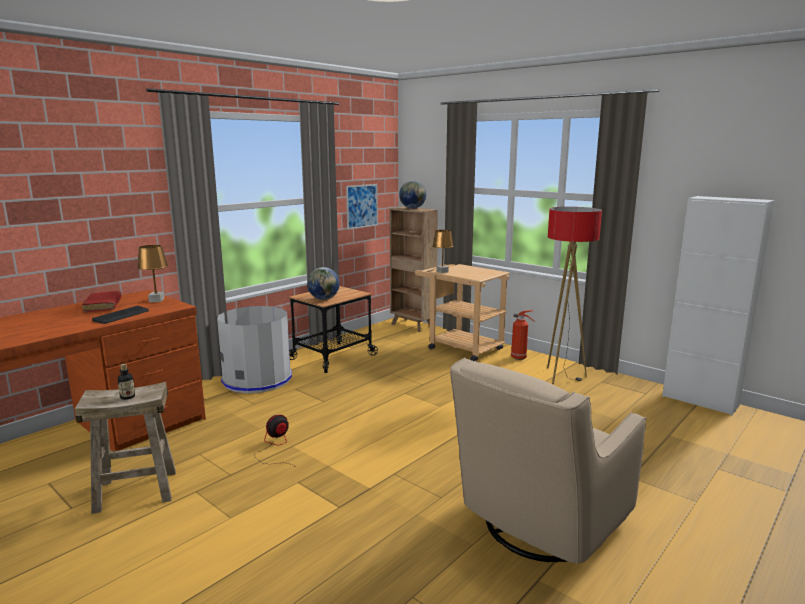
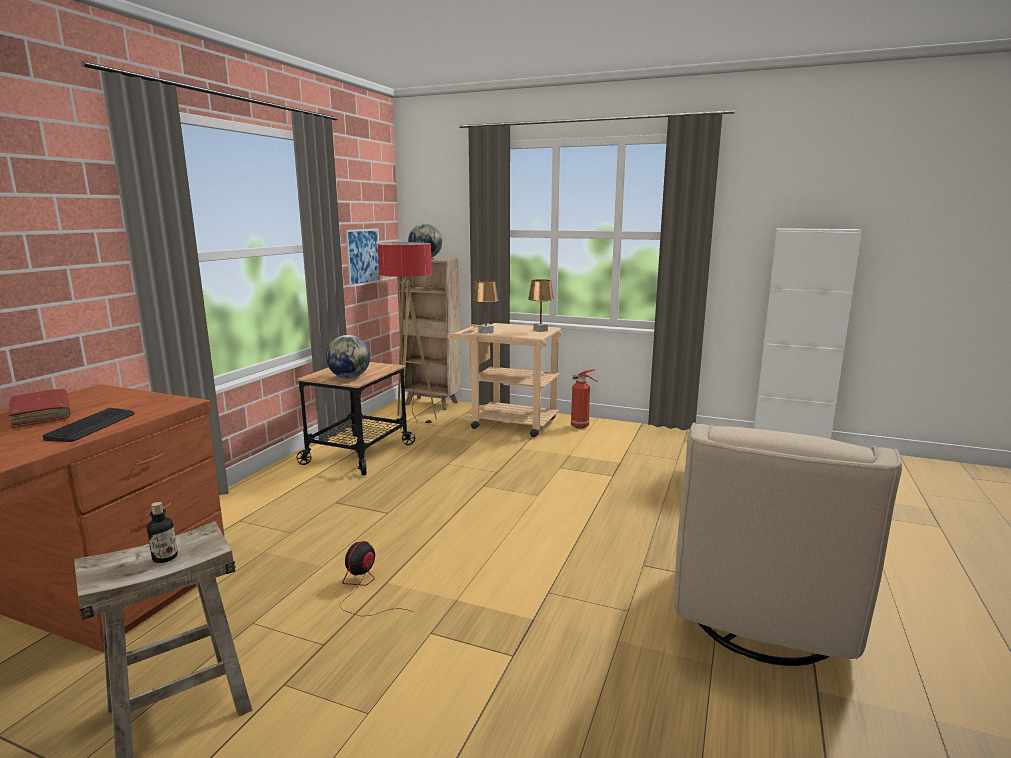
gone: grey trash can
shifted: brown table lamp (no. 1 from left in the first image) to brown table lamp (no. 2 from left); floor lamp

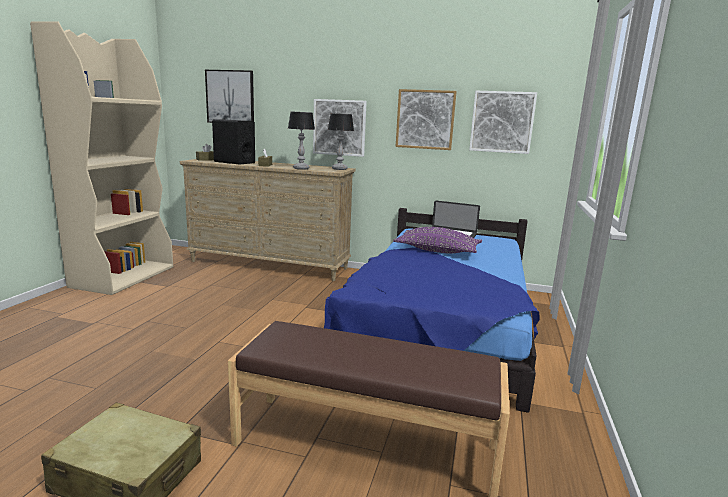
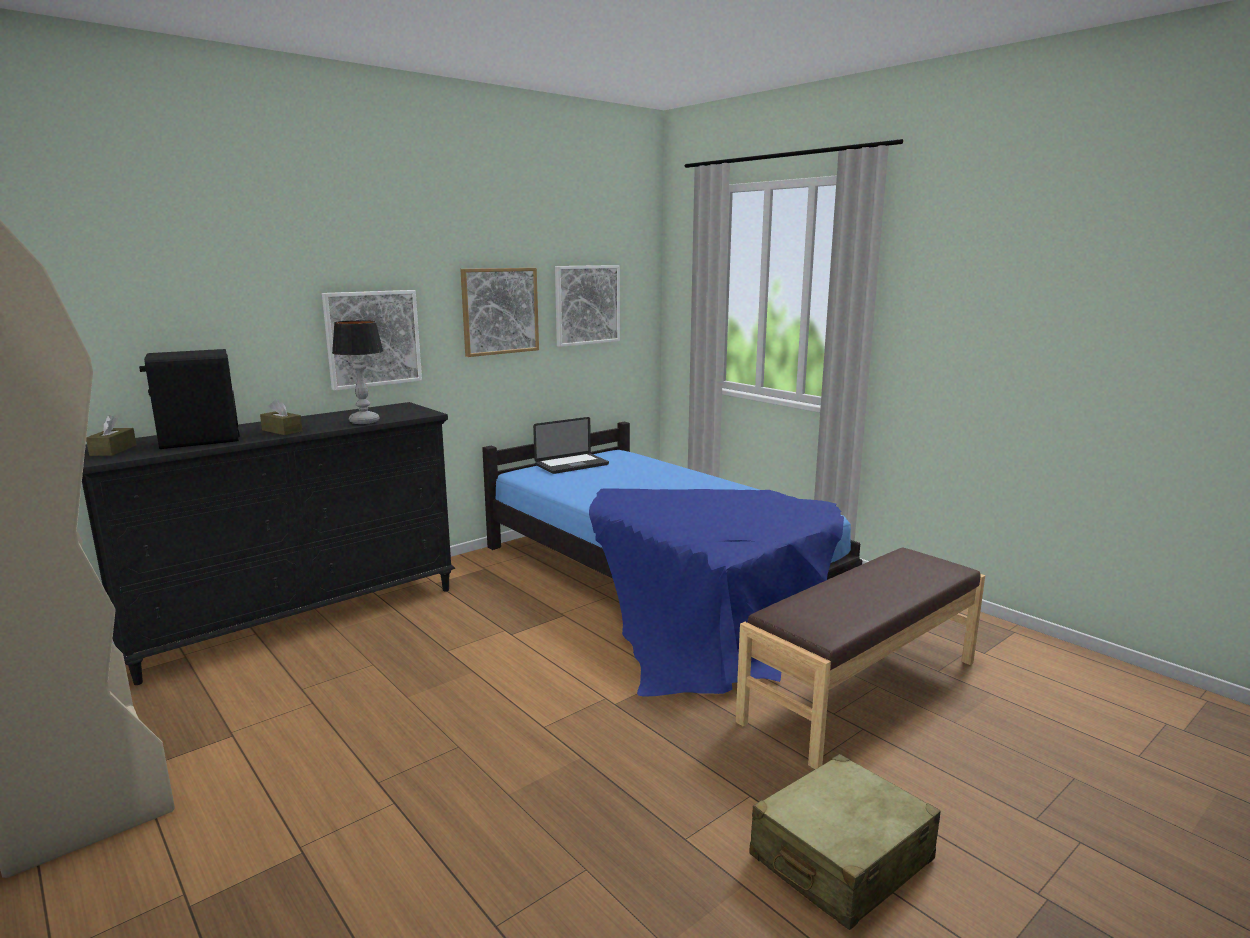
gone: picture (no. 1 from left); table lamp (no. 2 from left); purple pillow
repainted: beige dresser to black dresser

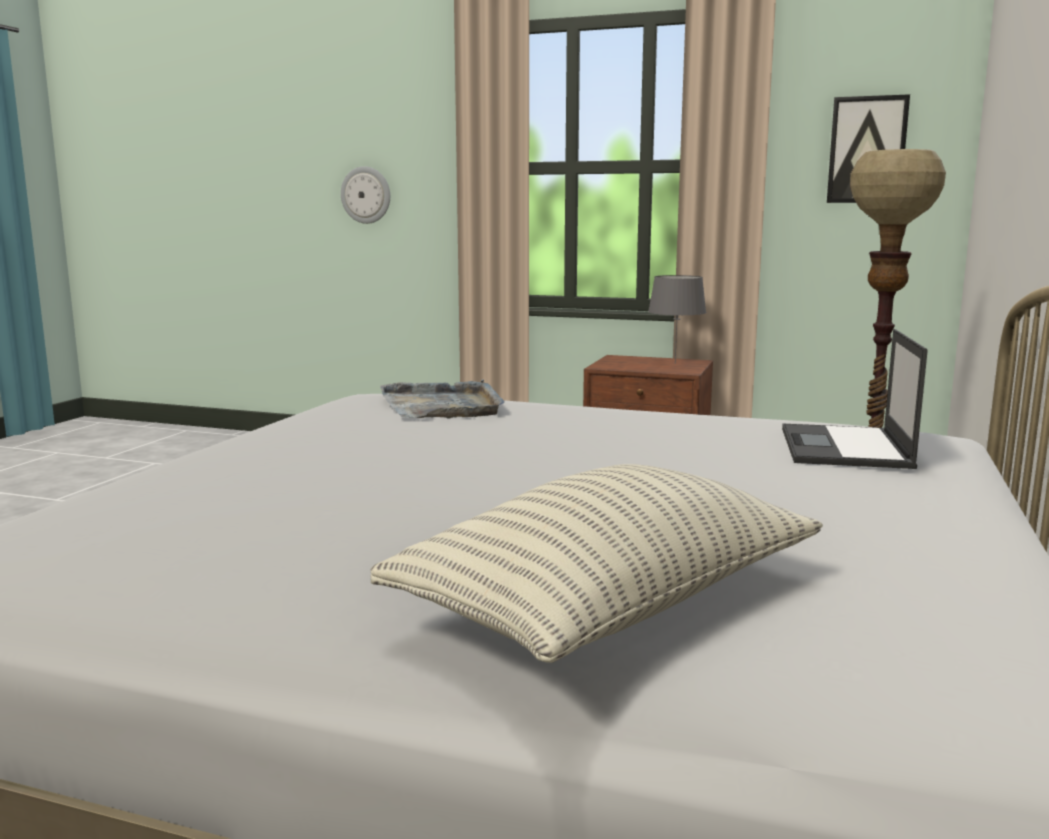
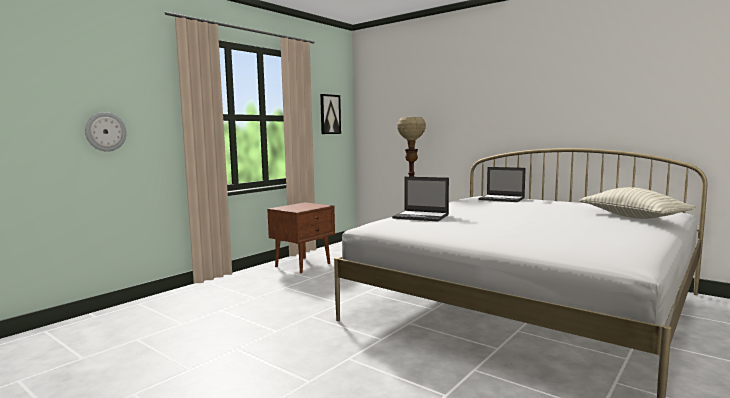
gone: grey table lamp
swapped: grey tray to laptop (no. 1 from left)

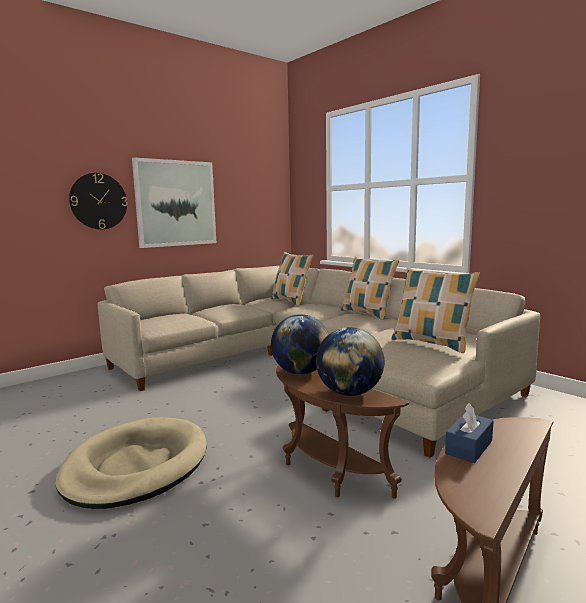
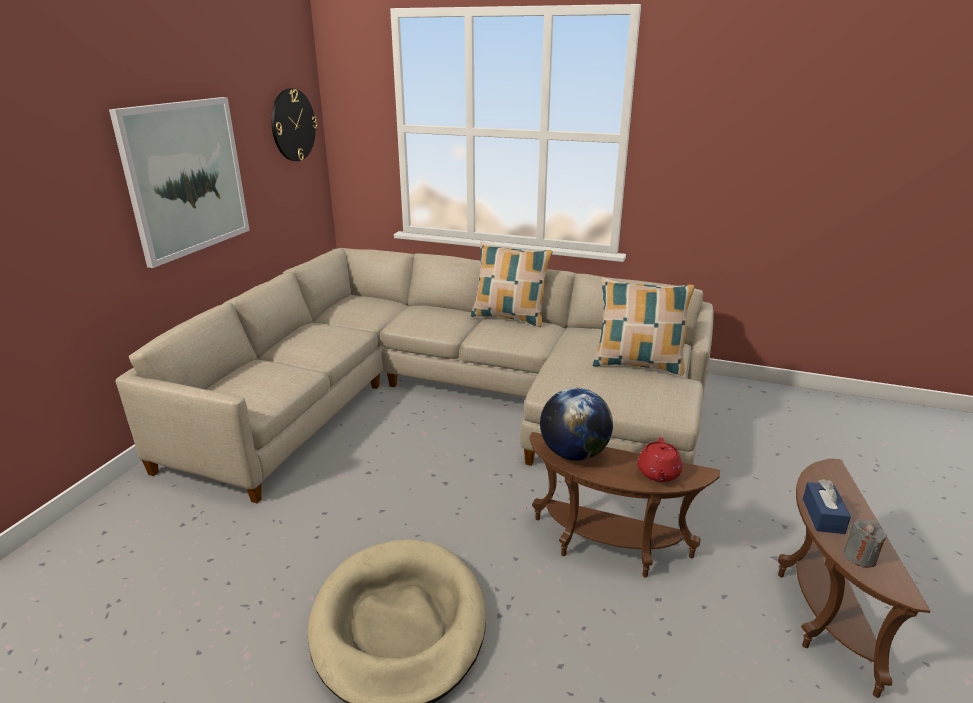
gone: pillow (no. 1 from left)
new: grey candle
shifted: wall clock
swapped: globe (no. 2 from left) to red teapot

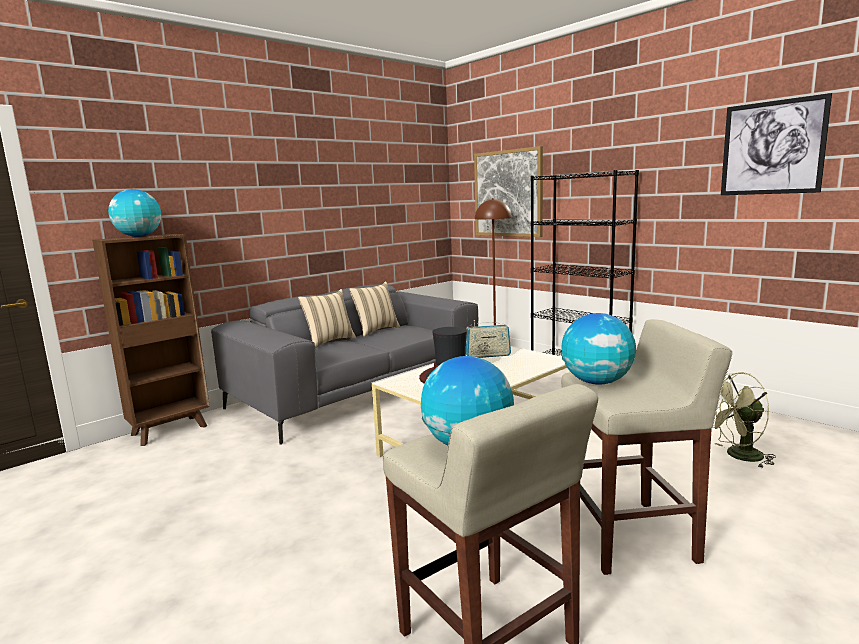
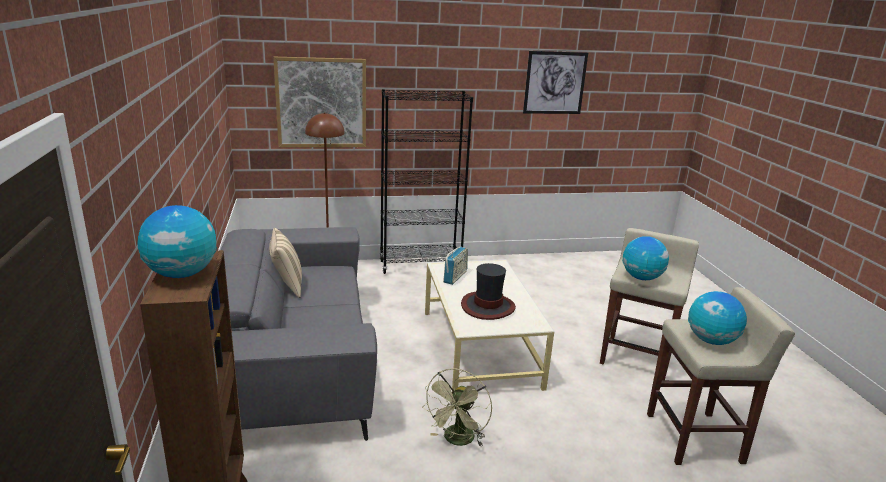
gone: beige pillow (no. 1 from left)
shifted: green fan

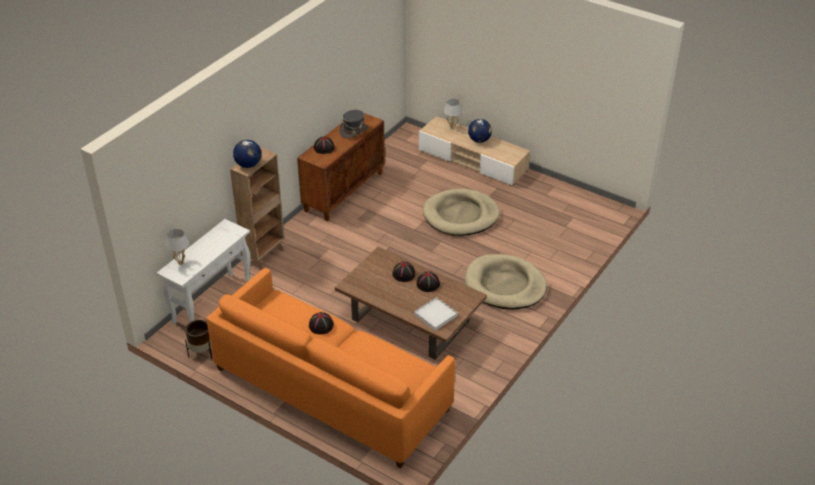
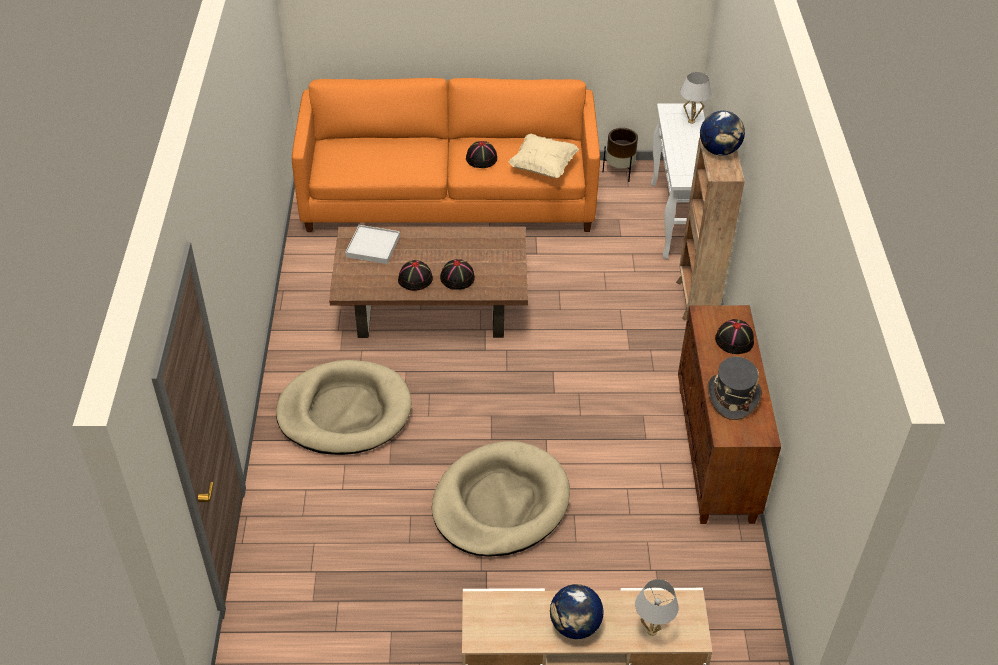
new: beige pillow

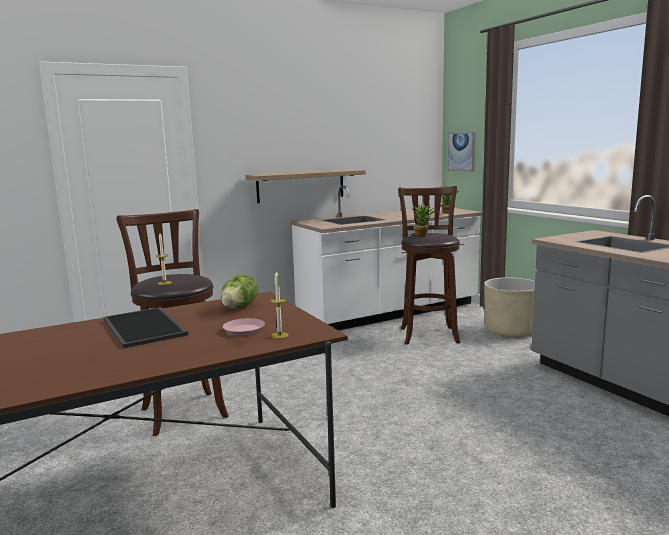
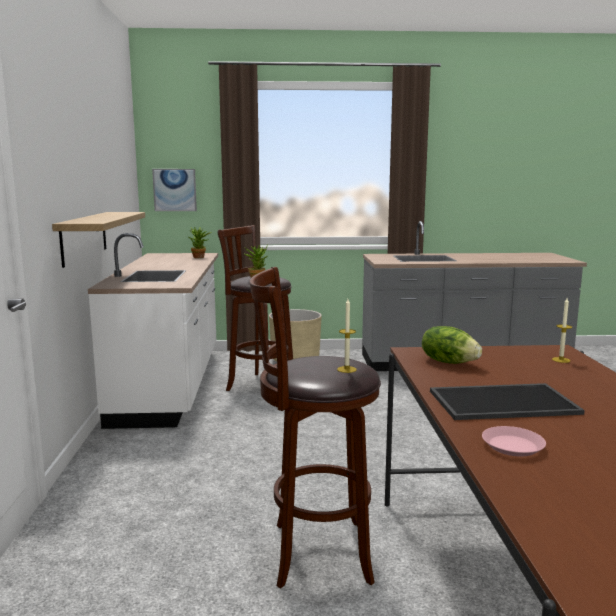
shifted: pink plate

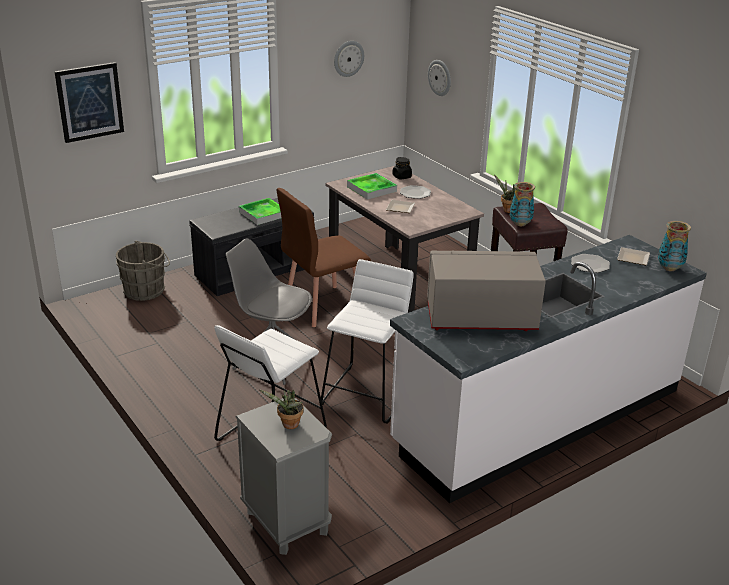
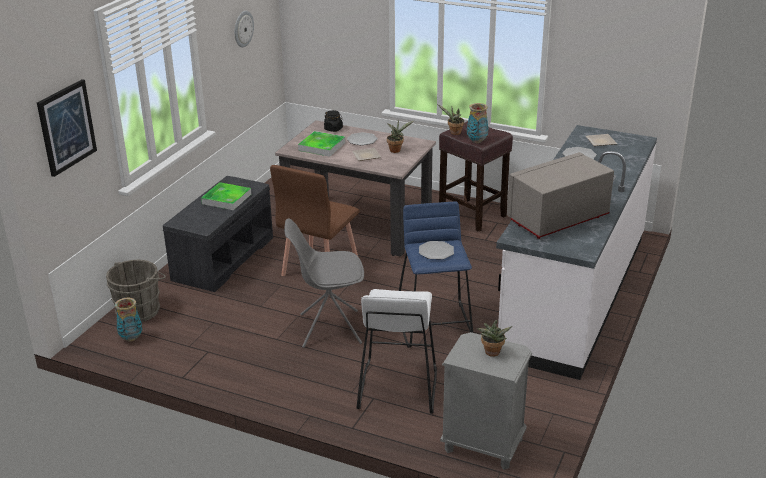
gone: wall clock (no. 2 from left)
new: potted plant (no. 1 from left); plate (no. 3 from left)
shifted: vase (no. 2 from left in the first image) to vase (no. 1 from left)
repainted: white stool (no. 2 from left) to blue stool

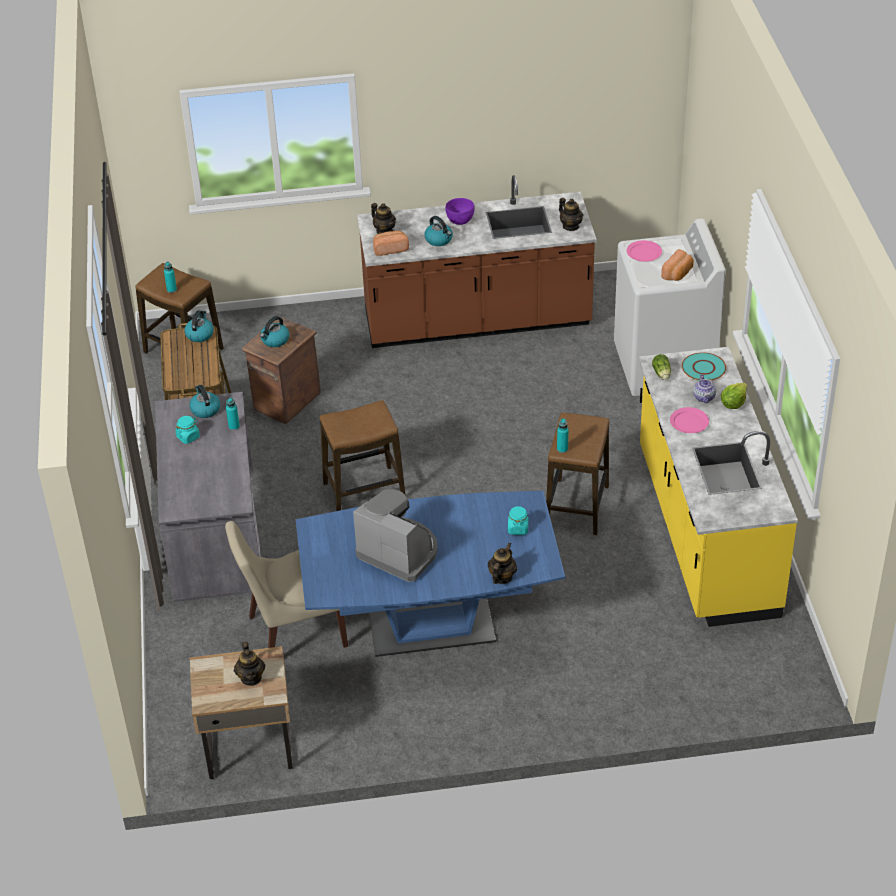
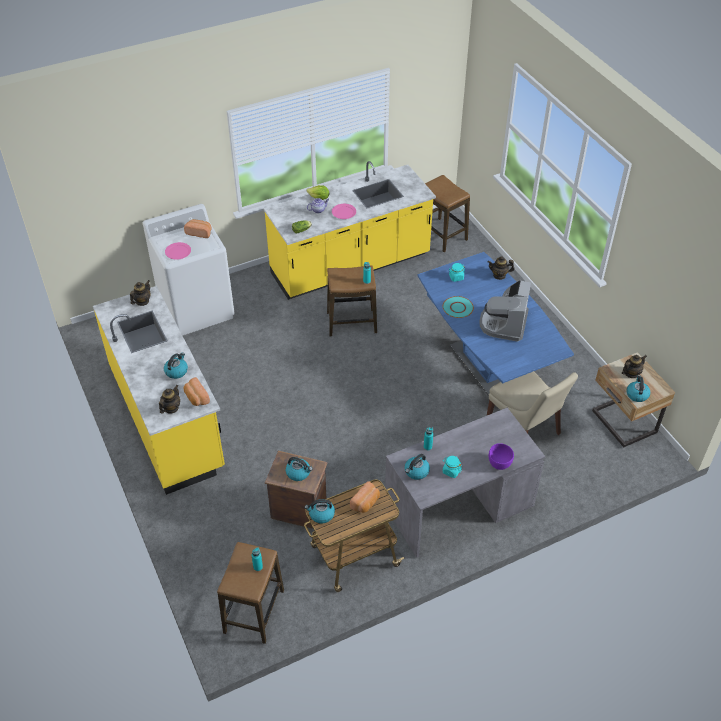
new: bread (no. 3 from left); kettle (no. 5 from left)
shifted: stool (no. 2 from left in the first image) to stool (no. 3 from left); purple bowl; turquoise plate
repainted: brown counter to yellow counter (no. 1 from left)

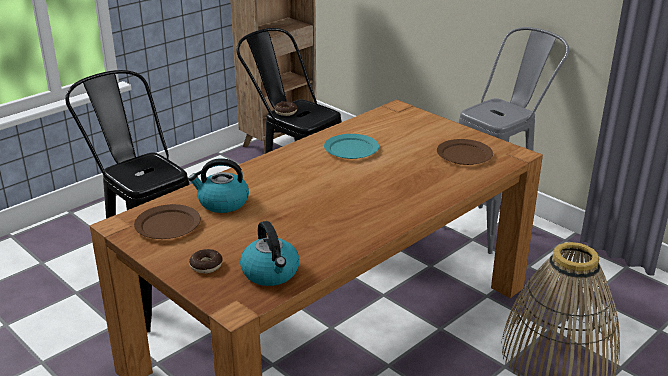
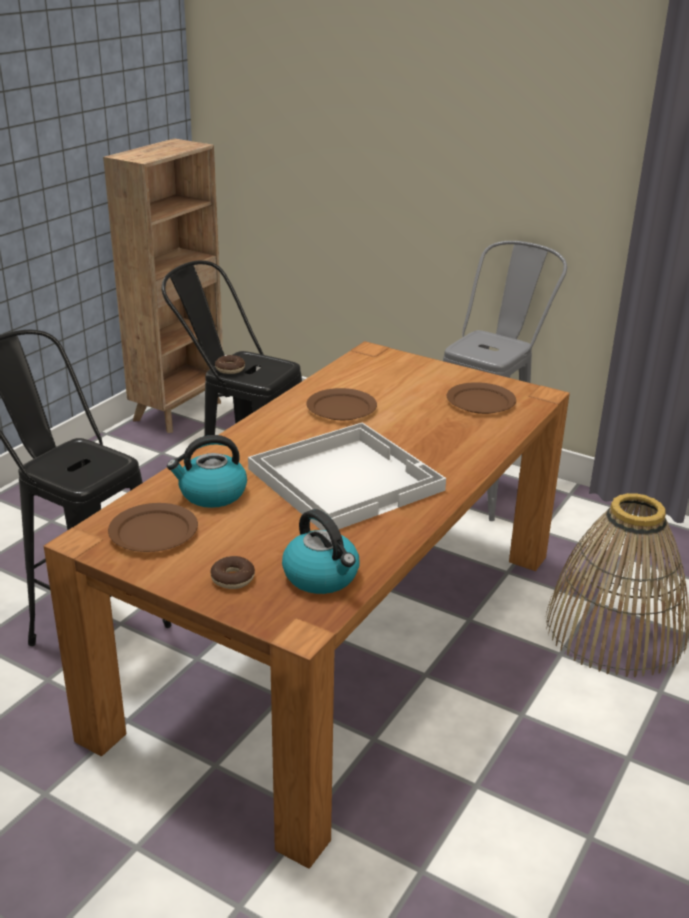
new: white tray
repainted: turquoise plate to brown plate (no. 2 from left)

